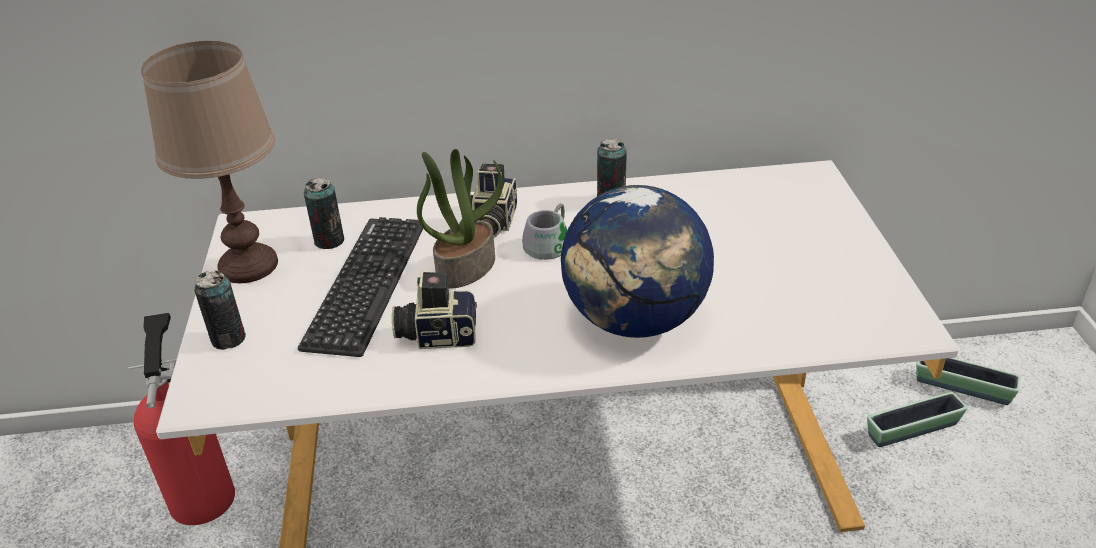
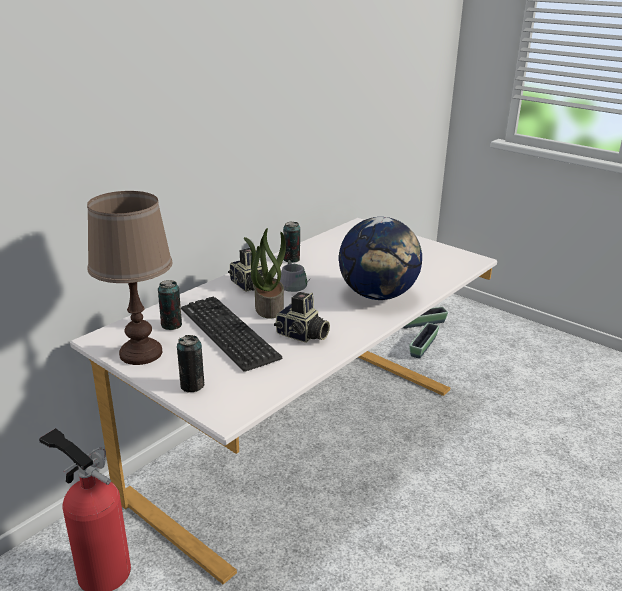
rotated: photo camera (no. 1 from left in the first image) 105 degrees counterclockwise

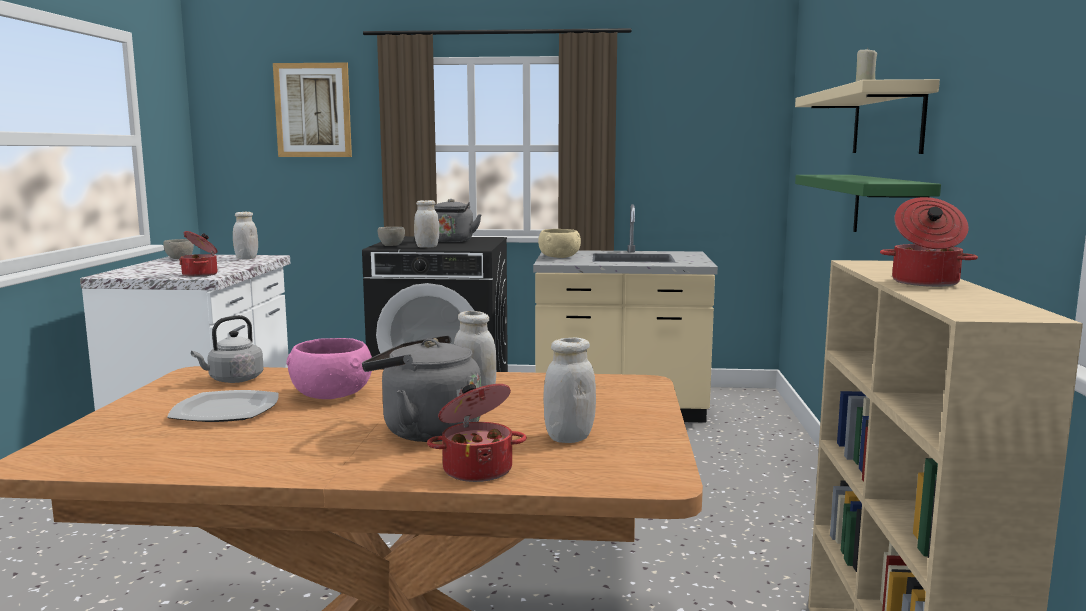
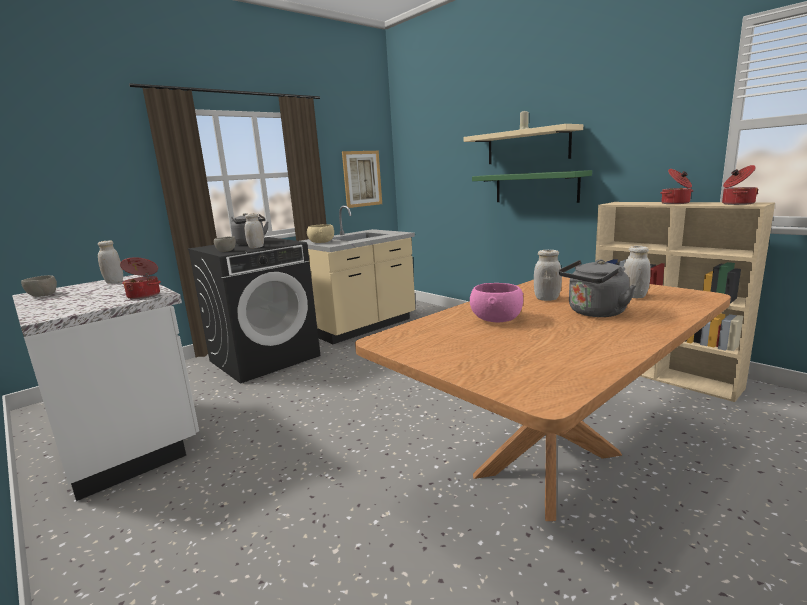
gone: plate; grey kettle (no. 1 from left)
shifted: picture; cooking pot (no. 2 from left in the first image) to cooking pot (no. 3 from left)

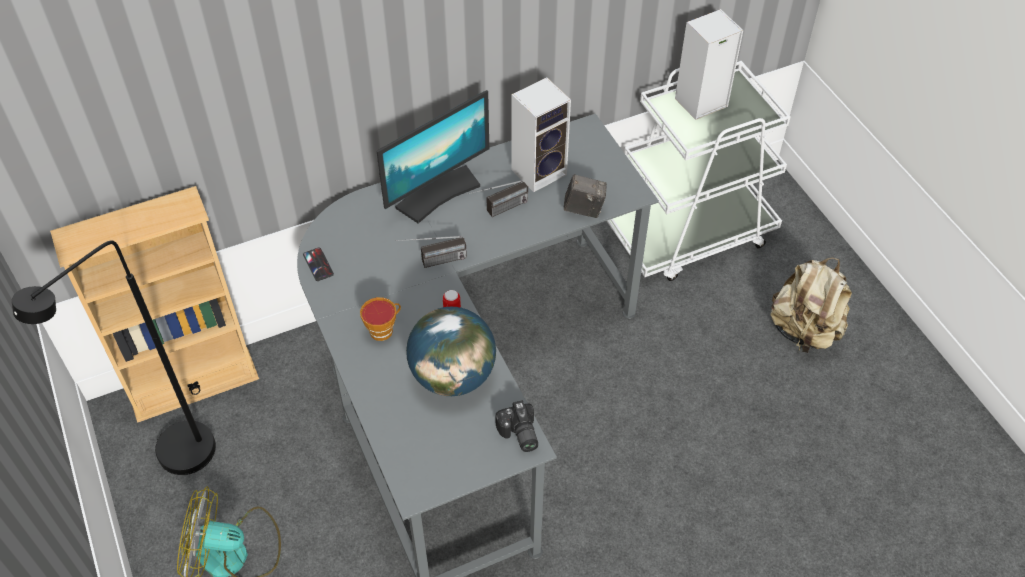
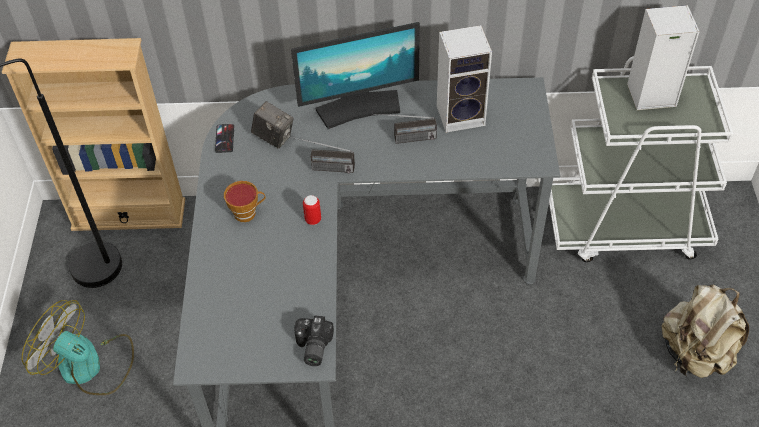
gone: globe
shifted: photo camera (no. 2 from left in the first image) to photo camera (no. 1 from left)

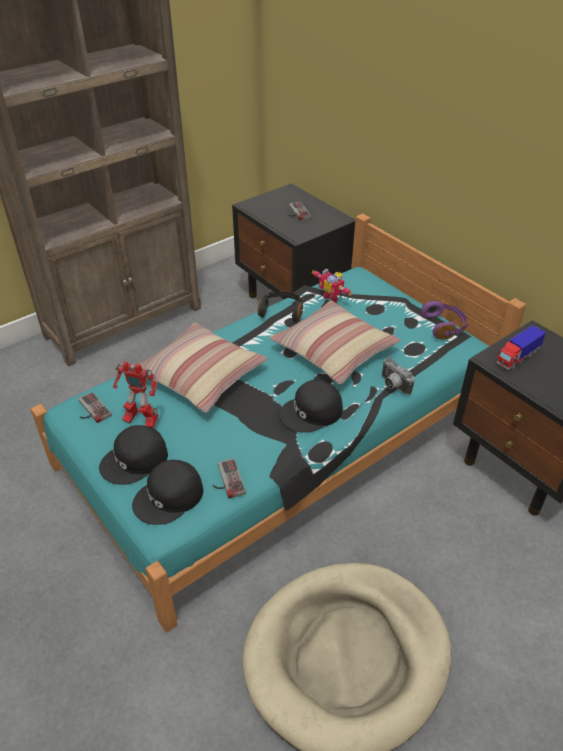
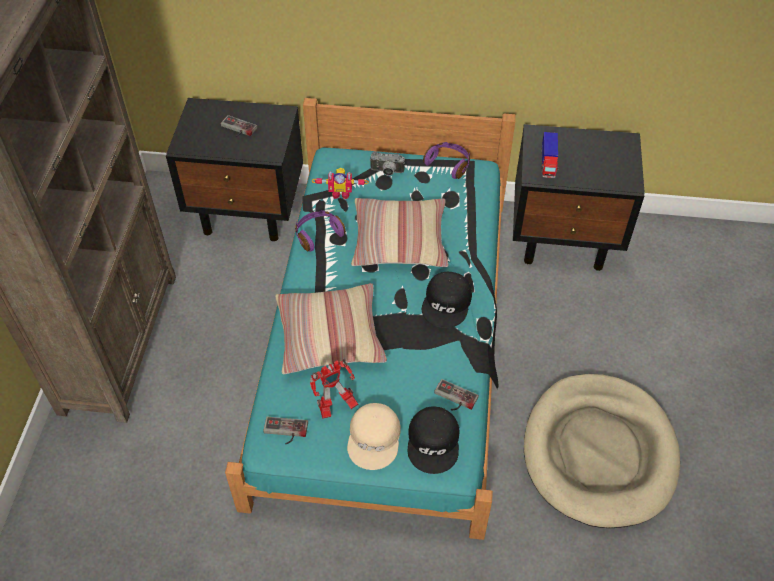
shifted: photo camera
repainted: black cap (no. 1 from left) to beige cap; black headphones to purple headphones (no. 1 from left)

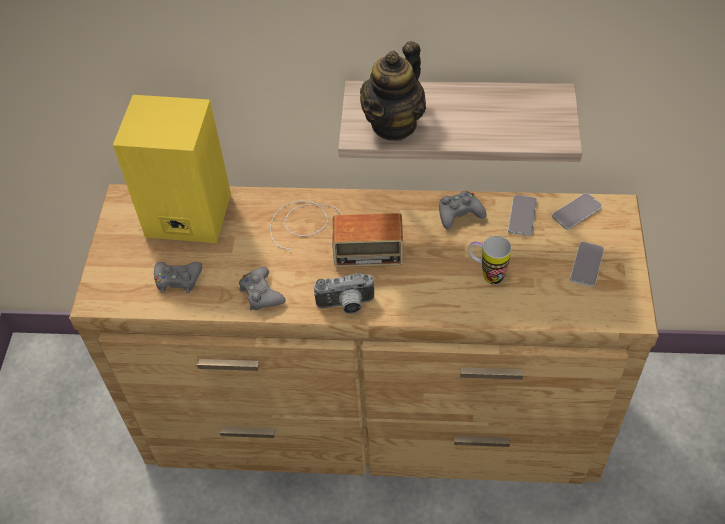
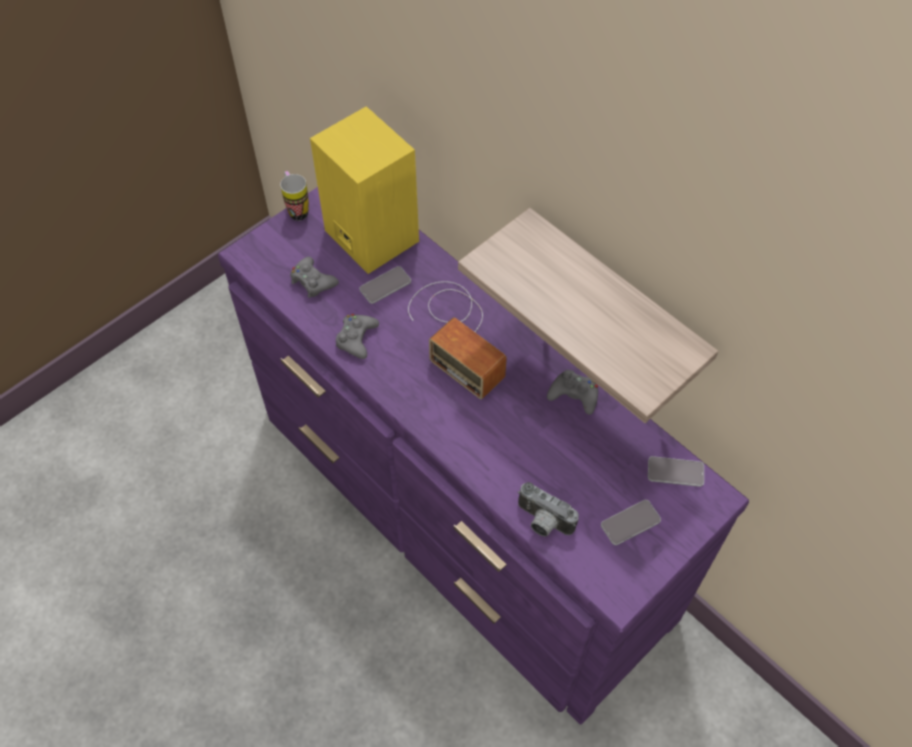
gone: teapot
shifted: photo camera; mug; phone (no. 1 from left)
repainted: brown dresser to purple dresser

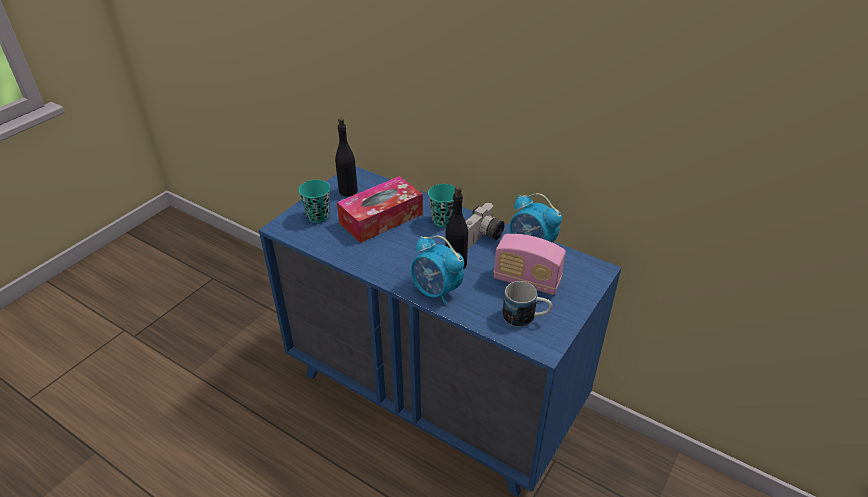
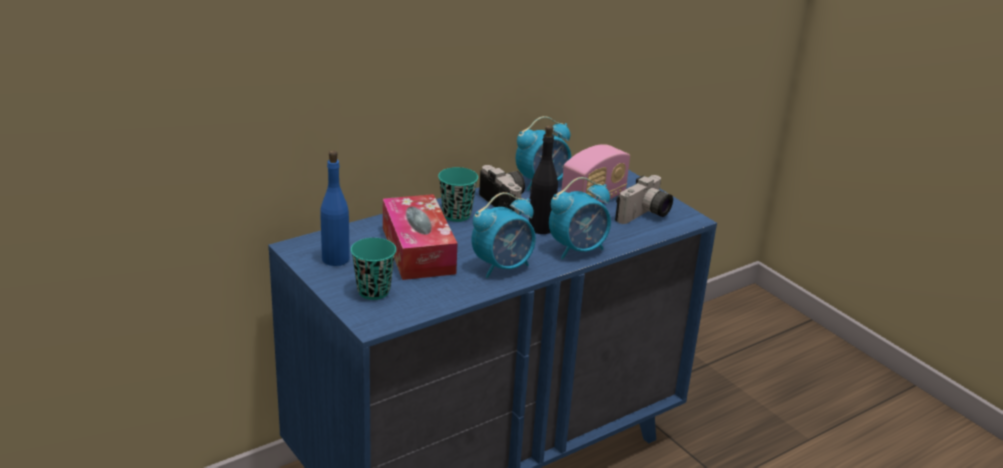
new: alarm clock (no. 1 from left)
swapped: mug to photo camera (no. 2 from left)
repainted: black bottle (no. 1 from left) to blue bottle

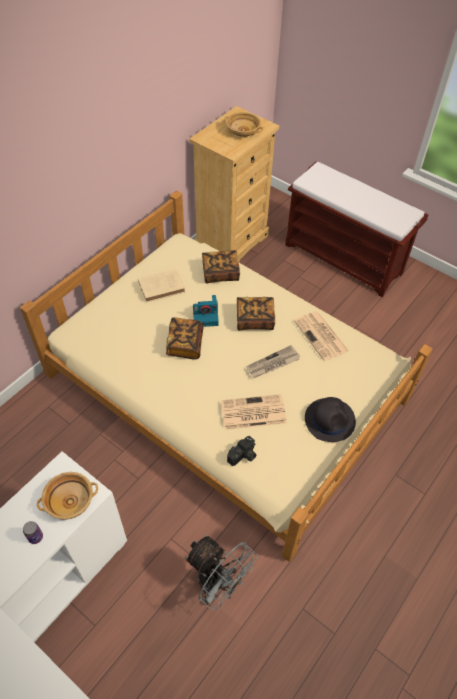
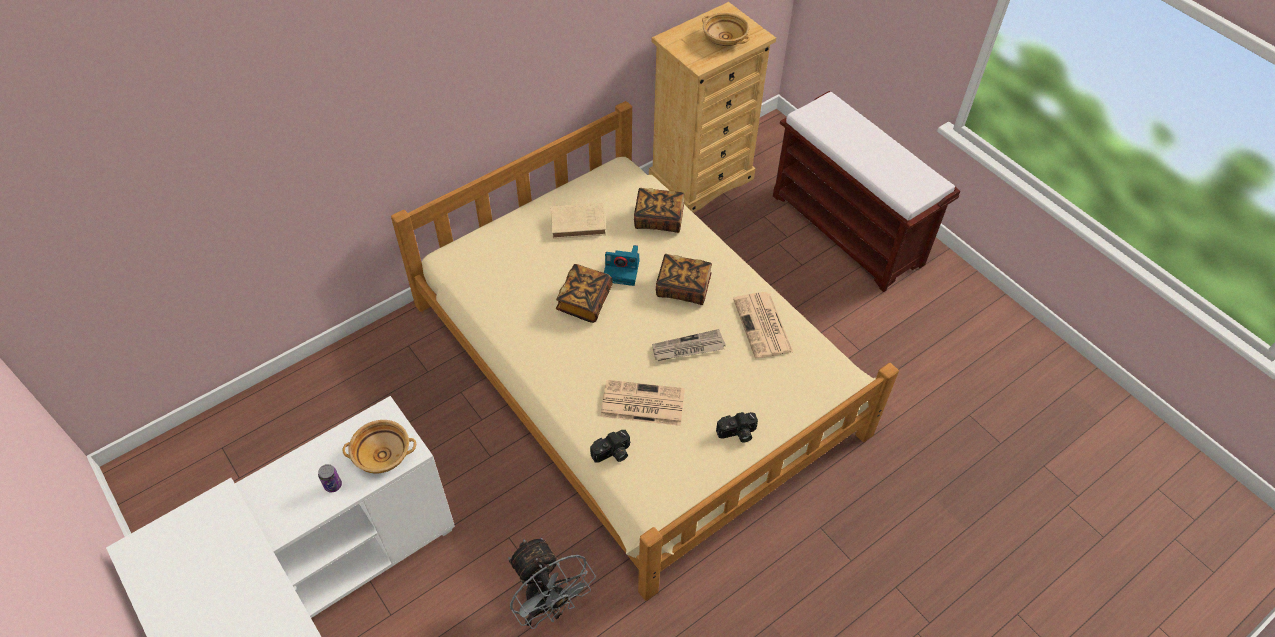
swapped: black hat to photo camera (no. 3 from left)

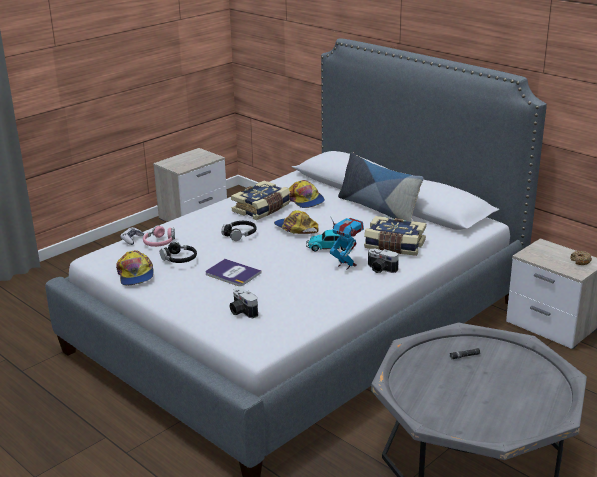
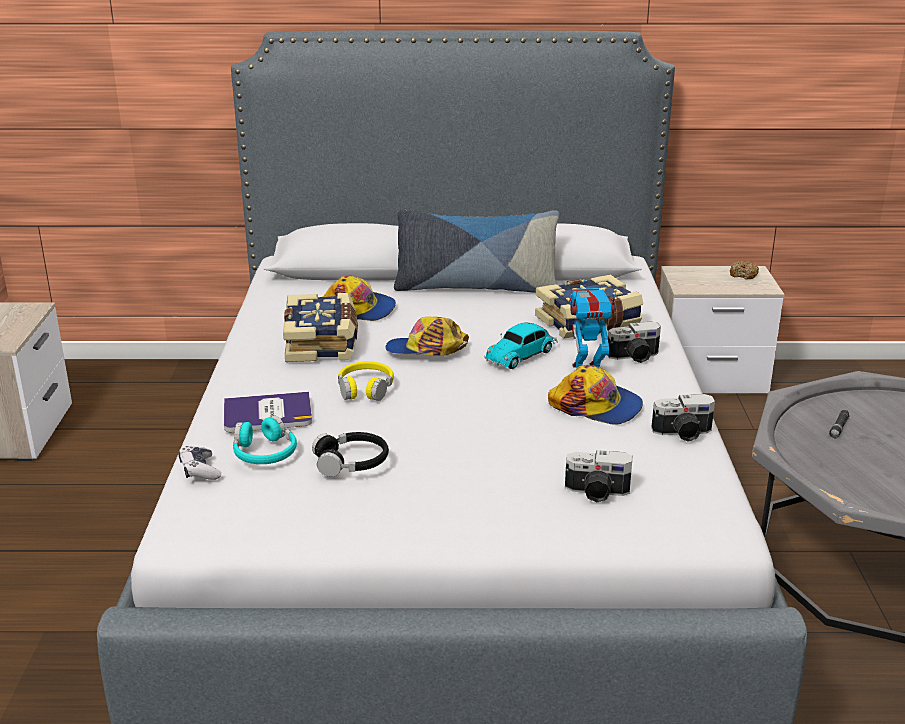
new: photo camera (no. 3 from left)
shifted: cap (no. 1 from left in the first image) to cap (no. 3 from left); book (no. 1 from left)
repainted: pink headphones to turquoise headphones; black headphones (no. 2 from left) to yellow headphones

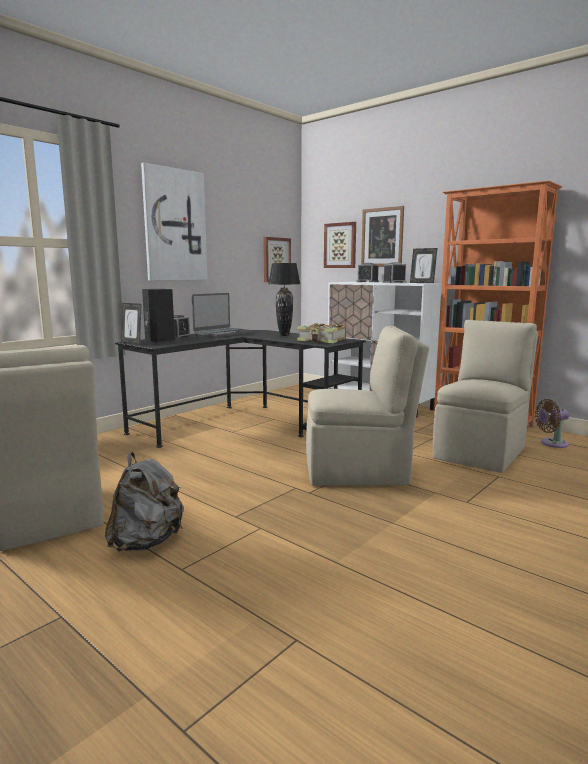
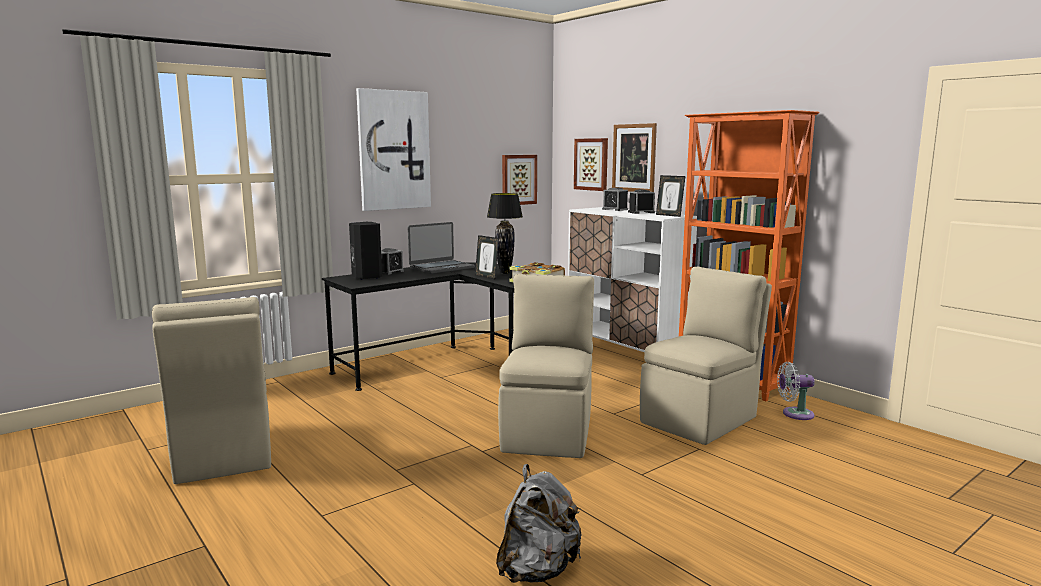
shifted: grey backpack; picture frame (no. 1 from left)
repainted: brown fan to white fan
rotated: beige chair (no. 2 from left) 90 degrees counterclockwise

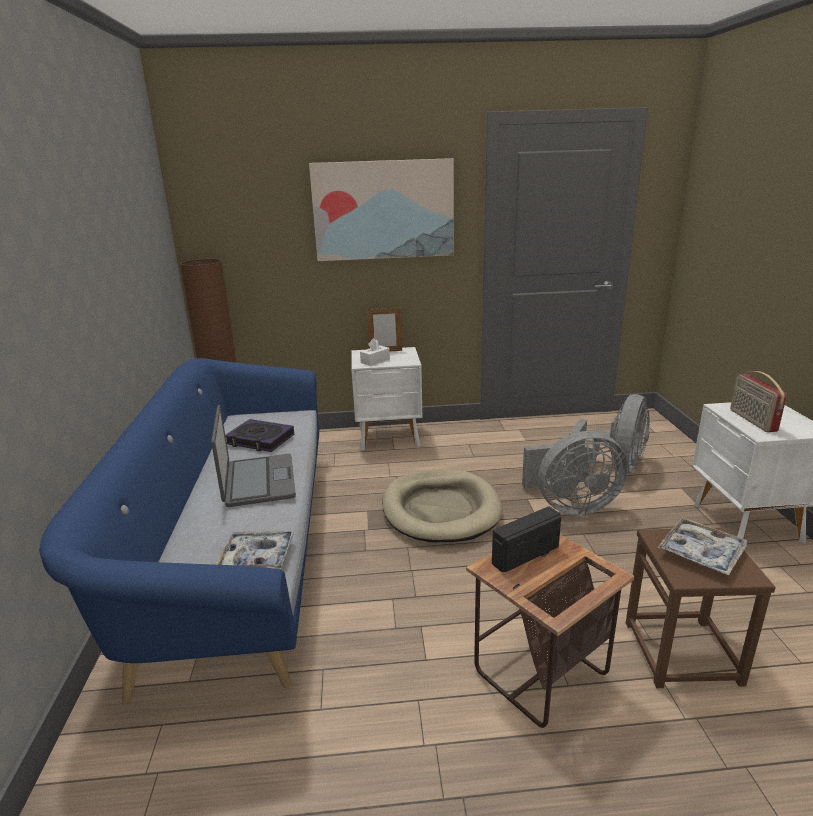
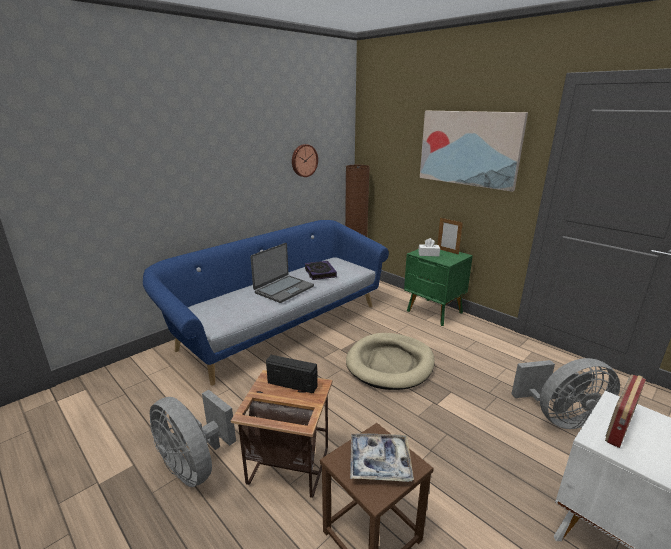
gone: tray (no. 1 from left)
new: wall clock
shifted: grey fan (no. 1 from left)
repainted: white nightstand (no. 1 from left) to green nightstand

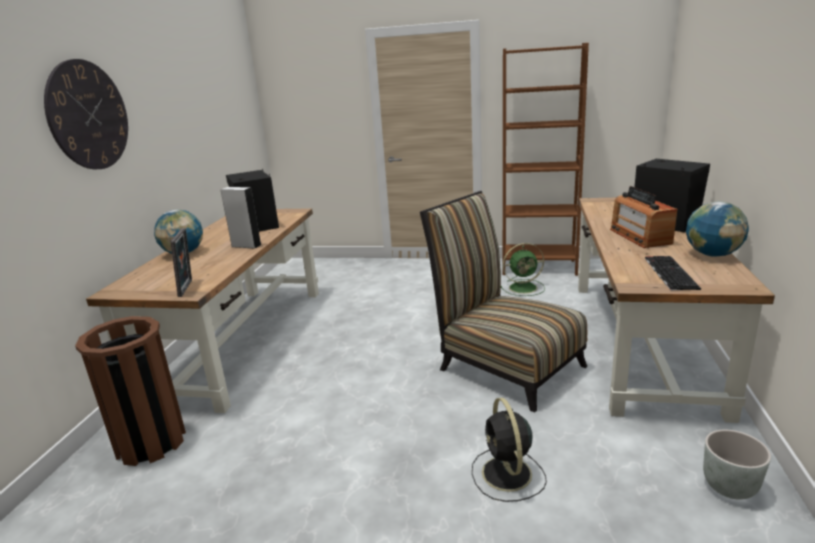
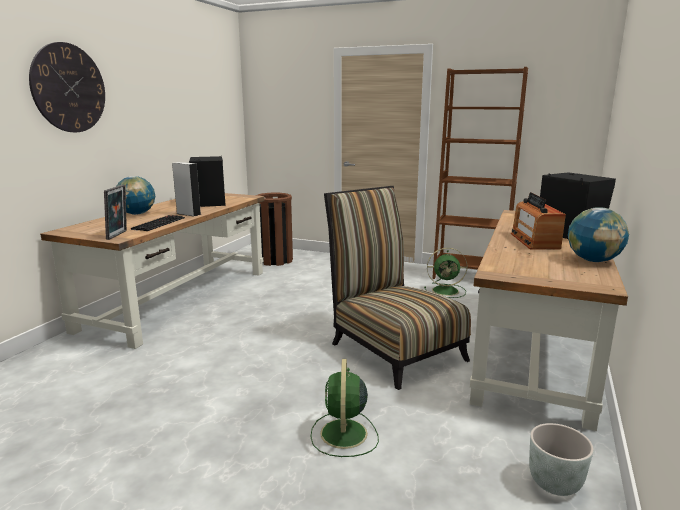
shifted: brown trash can; keyboard
repainted: black fan to green fan (no. 1 from left)

